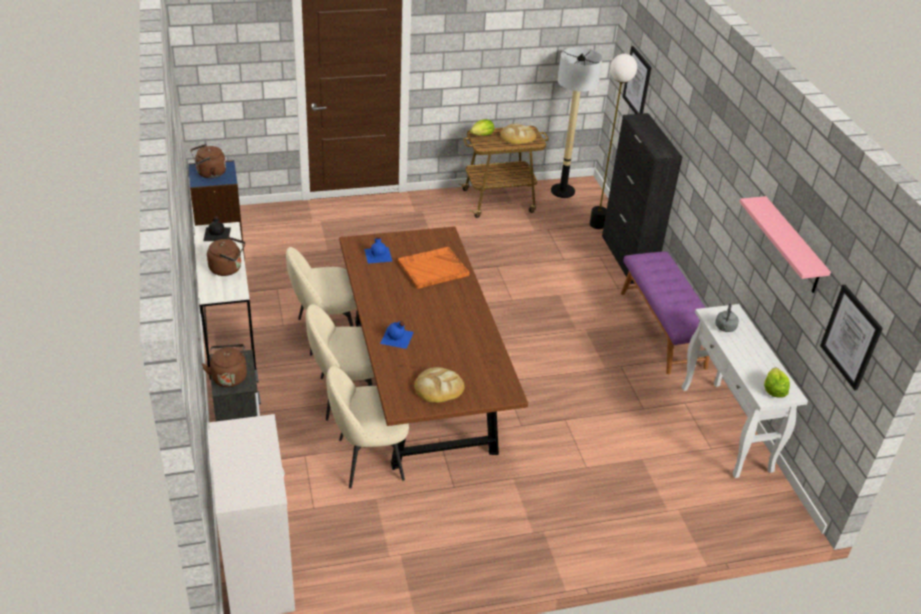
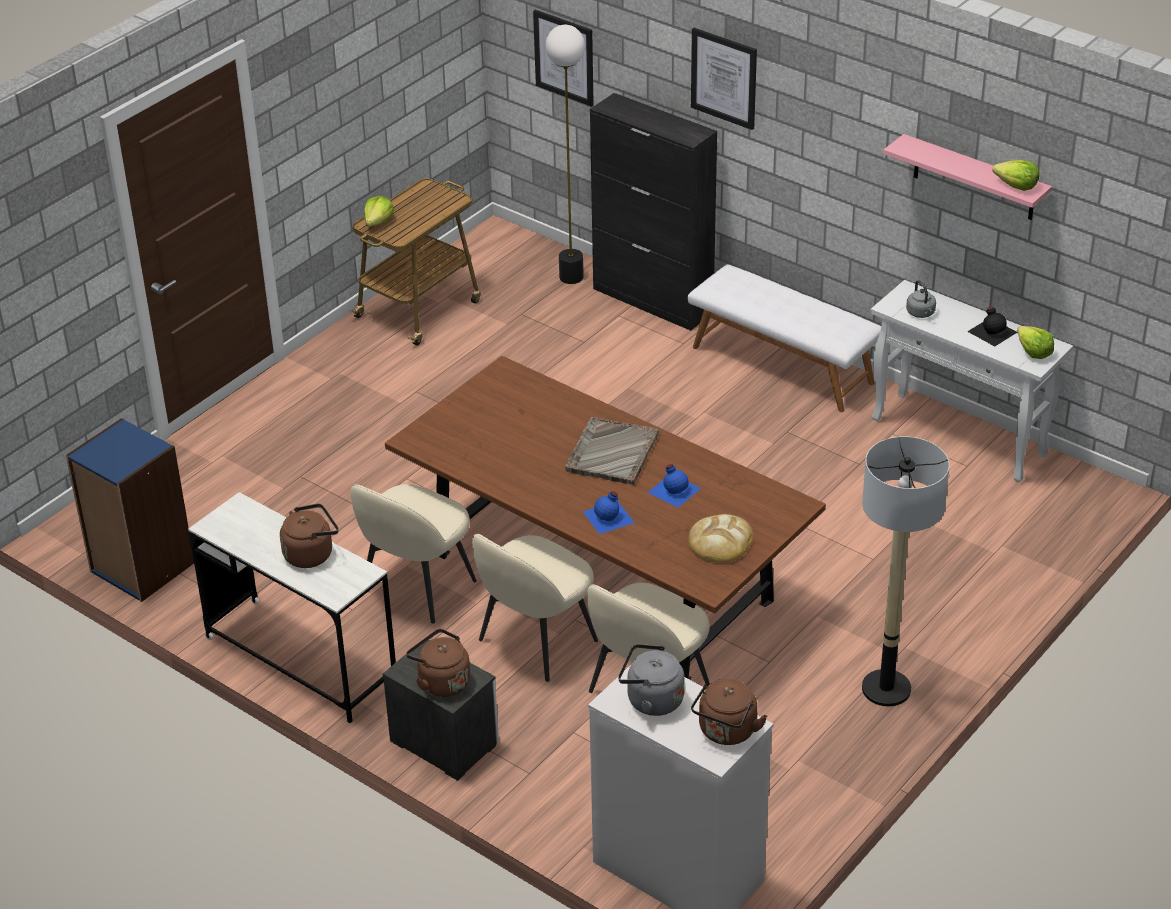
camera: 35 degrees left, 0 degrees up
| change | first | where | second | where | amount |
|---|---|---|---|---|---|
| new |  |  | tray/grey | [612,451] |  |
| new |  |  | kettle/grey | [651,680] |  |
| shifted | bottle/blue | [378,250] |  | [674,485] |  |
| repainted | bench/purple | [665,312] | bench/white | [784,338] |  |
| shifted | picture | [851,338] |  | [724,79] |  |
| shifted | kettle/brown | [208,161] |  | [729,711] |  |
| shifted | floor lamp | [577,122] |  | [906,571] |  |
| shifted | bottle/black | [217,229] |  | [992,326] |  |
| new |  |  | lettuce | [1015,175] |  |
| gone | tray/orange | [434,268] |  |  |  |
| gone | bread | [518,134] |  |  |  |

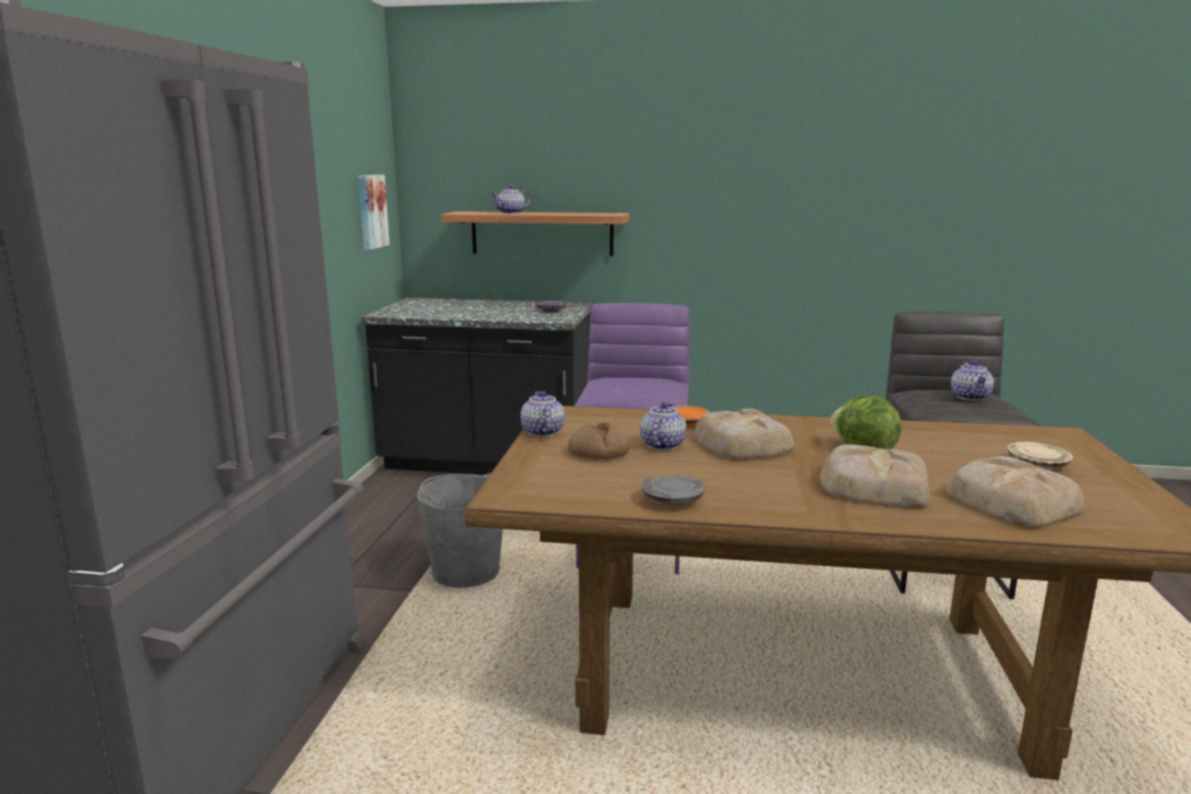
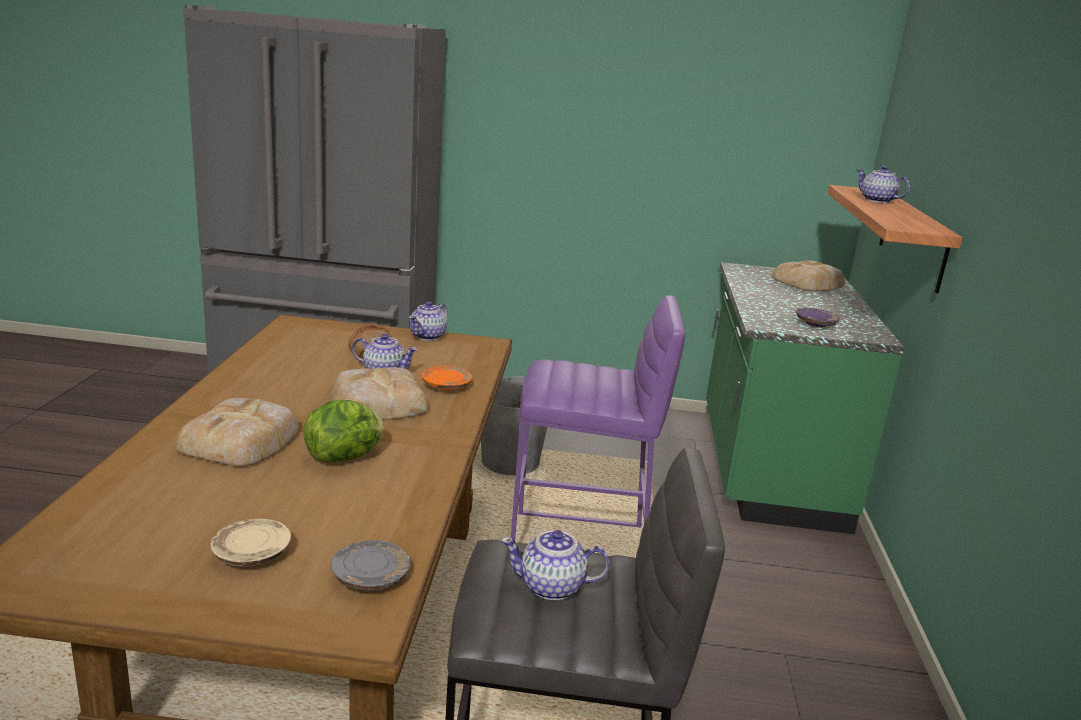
camera: 85 degrees right, 5 degrees up
| change | first | where | second | where | amount |
|---|---|---|---|---|---|
| shifted | plate/grey | [673,490] |  | [370,565] |  |
| rotated | teapot | [542,414] |  | [428,321] | 135 degrees clockwise |
| repainted | counter/black | [476,386] | counter/green | [805,398] |  |
| shifted | bread | [1015,491] |  | [808,276] |  |
| gone | picture | [374,212] |  |  |  |

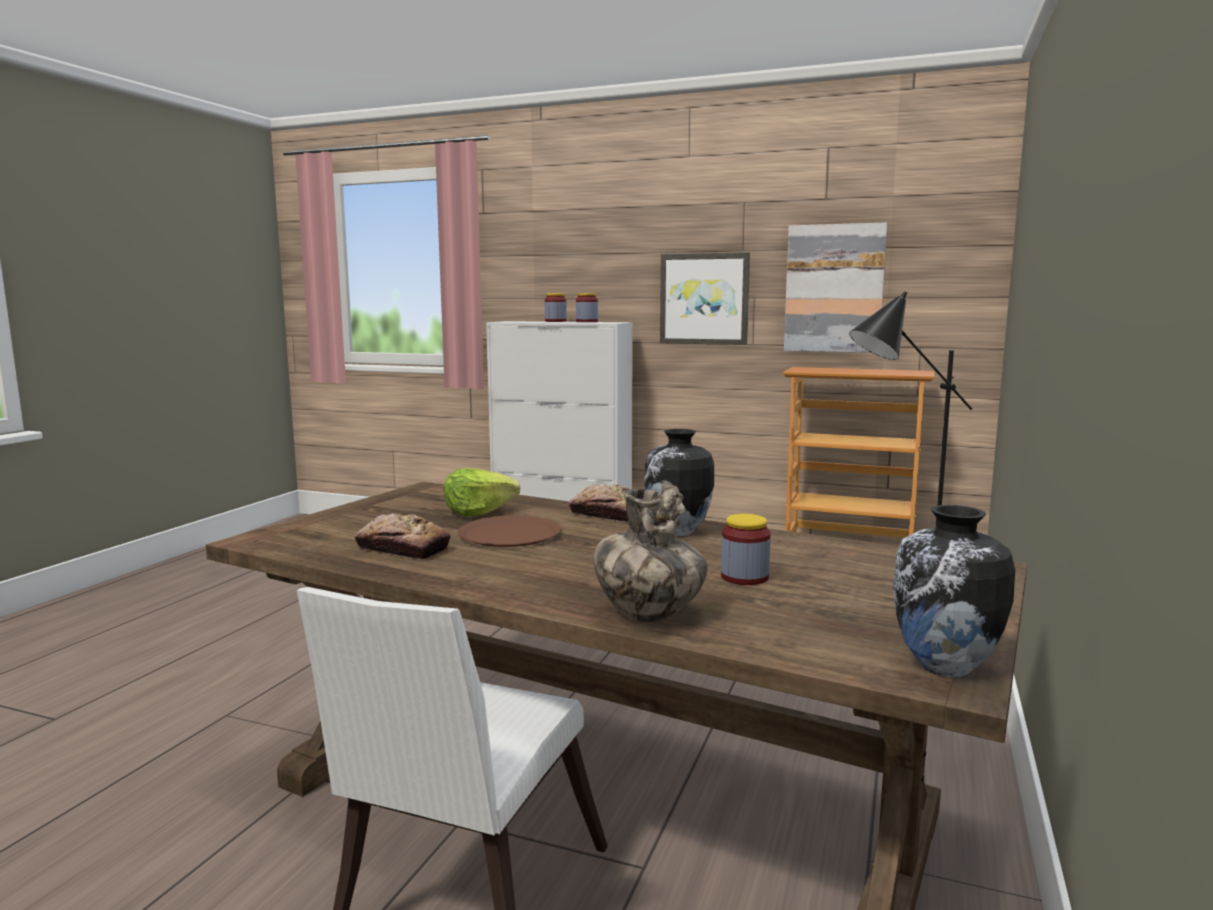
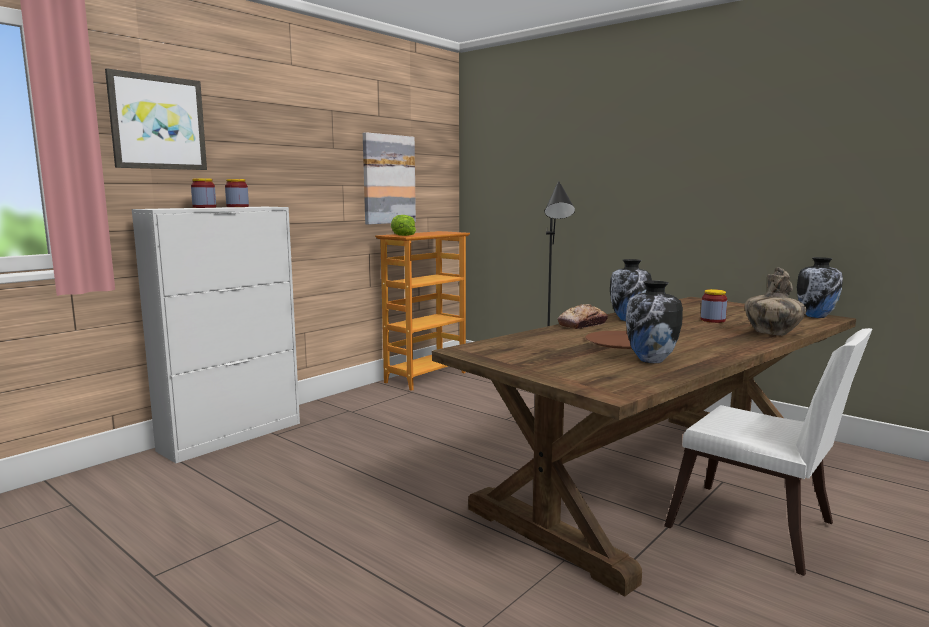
camera: 70 degrees left, 0 degrees up
| change | first | where | second | where | amount |
|---|---|---|---|---|---|
| shifted | picture | [705,298] |  | [156,119] |  |
| shifted | lettuce | [482,492] |  | [403,225] |  |
| swapped | bread | [402,536] | vase | [654,322] |  |

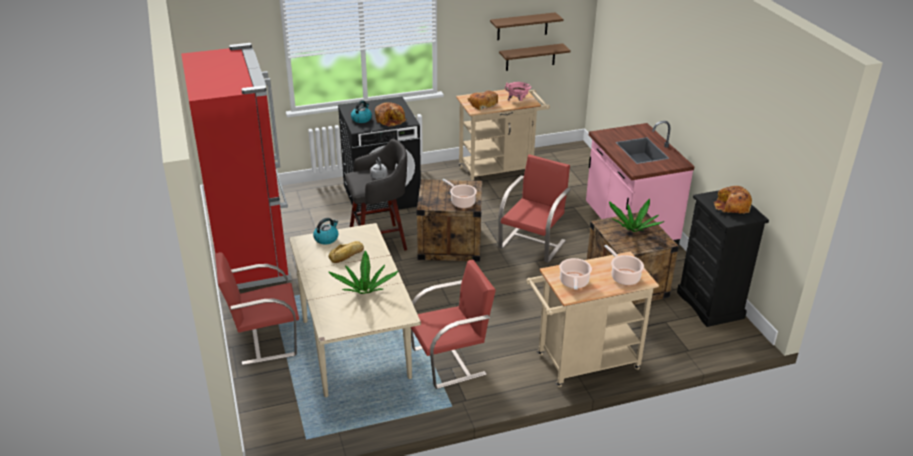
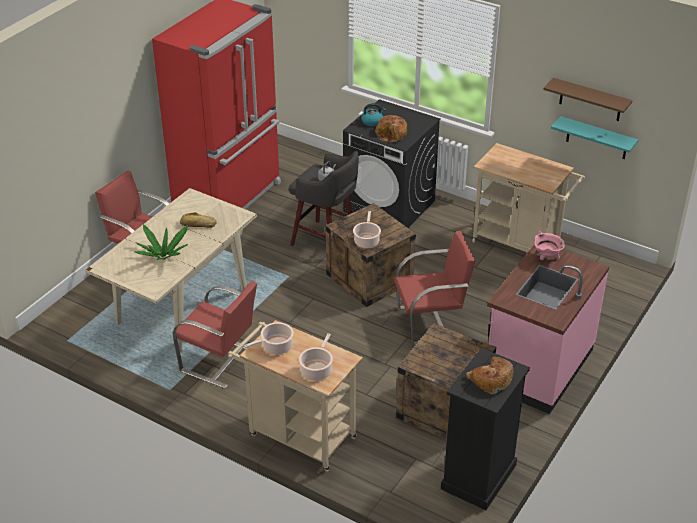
camera: 50 degrees right, 5 degrees up
| change | first | where | second | where | amount |
|---|---|---|---|---|---|
| shifted | cooking pot/pink | [518,91] |  | [549,245] |  |
| repainted | shelf/brown | [535,57] | shelf/turquoise | [594,137] |  |
| gone | kettle | [325,231] |  |  |  |
| gone | bread | [483,100] |  |  |  |
| gone | potted plant | [636,215] |  |  |  |

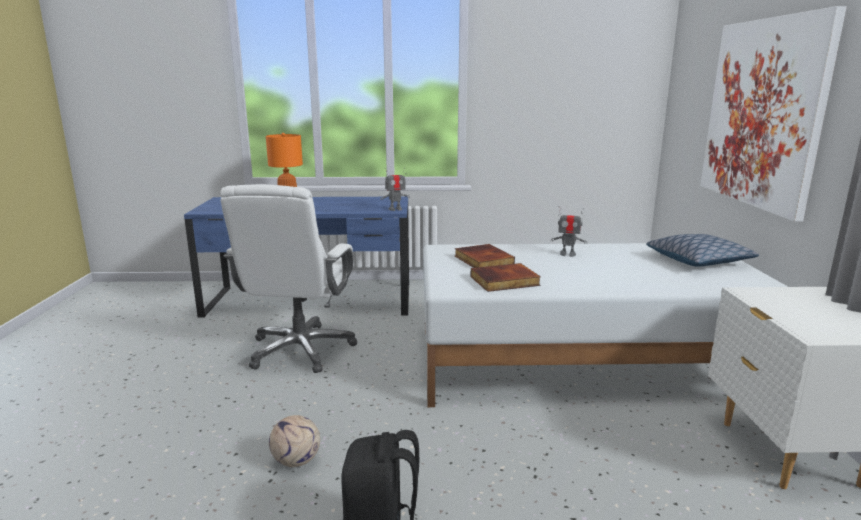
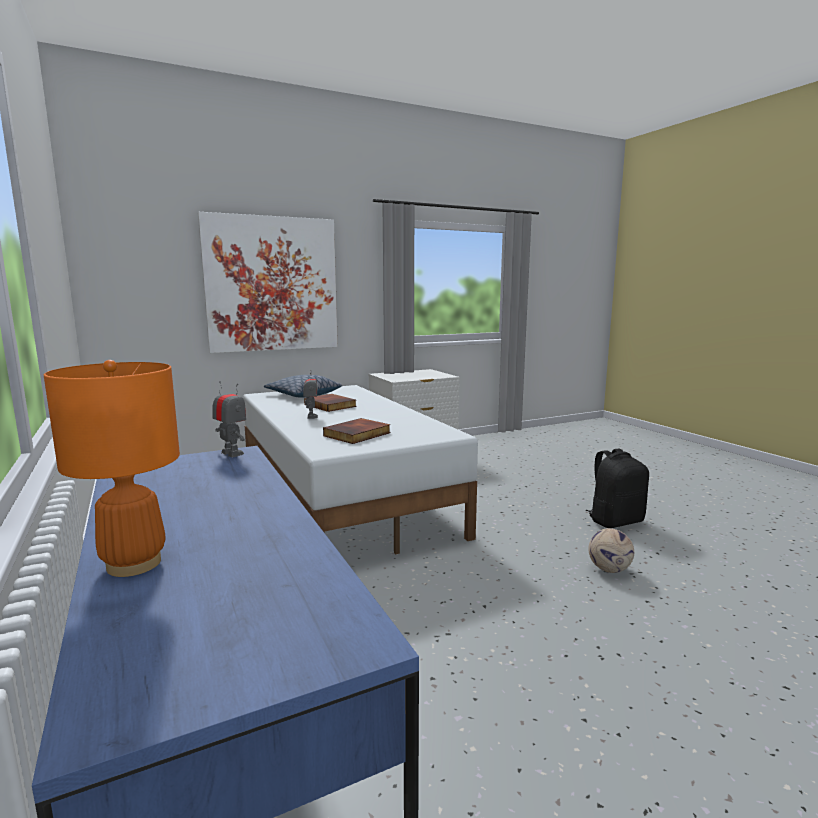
camera: 115 degrees left, 5 degrees down
| change | first | where | second | where | amount |
|---|---|---|---|---|---|
| shifted | book | [505,277] |  | [330,403] |  |
| gone | office chair/white | [288,278] |  |  |  |

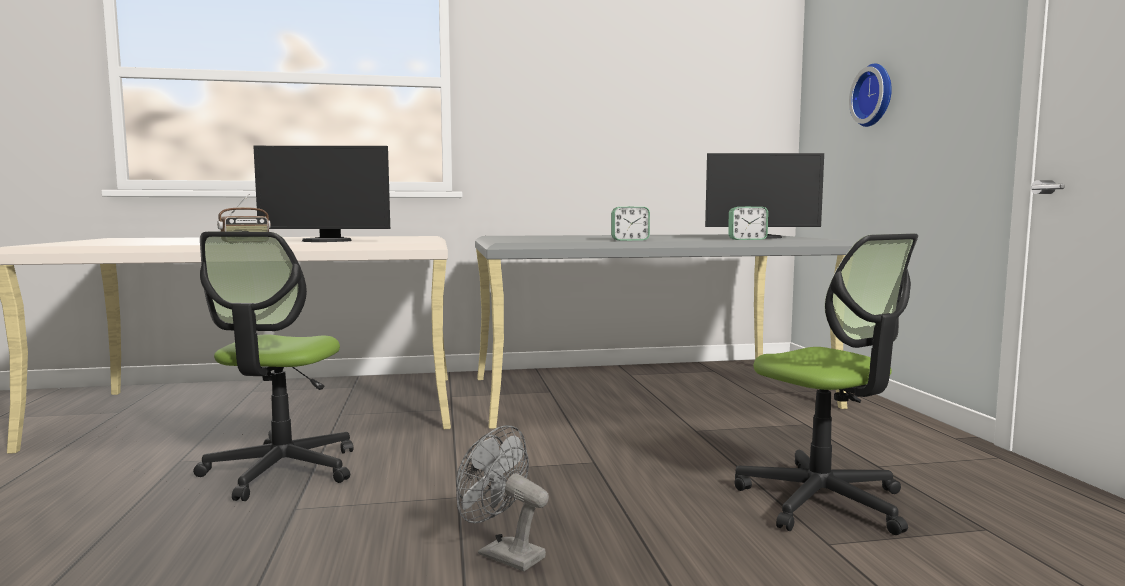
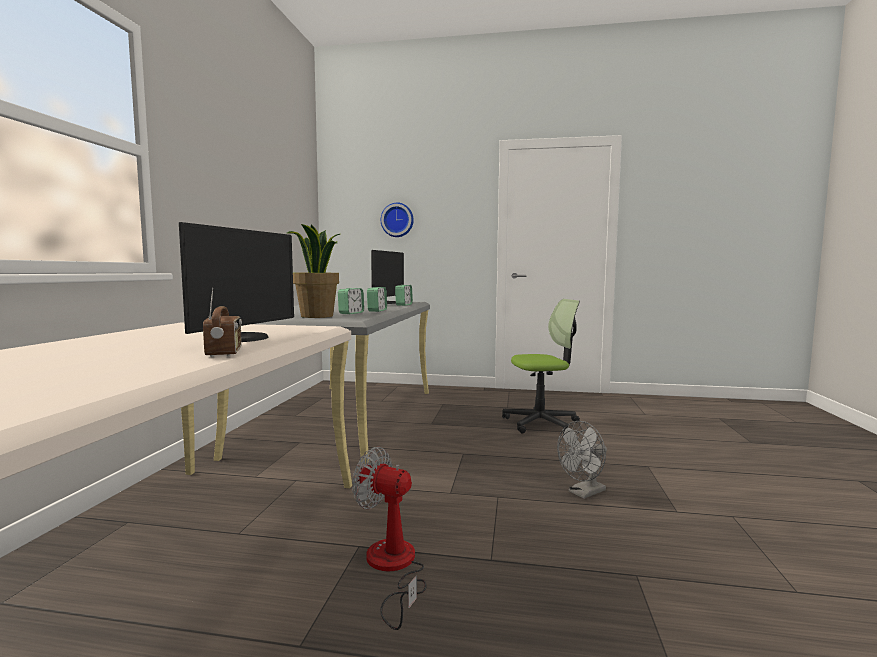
camera: 70 degrees left, 0 degrees up
| change | first | where | second | where | amount |
|---|---|---|---|---|---|
| new |  |  | potted plant | [313,271] |  |
| new |  |  | alarm clock | [351,301] |  |
| swapped | office chair | [273,366] | fan | [389,538] |  |

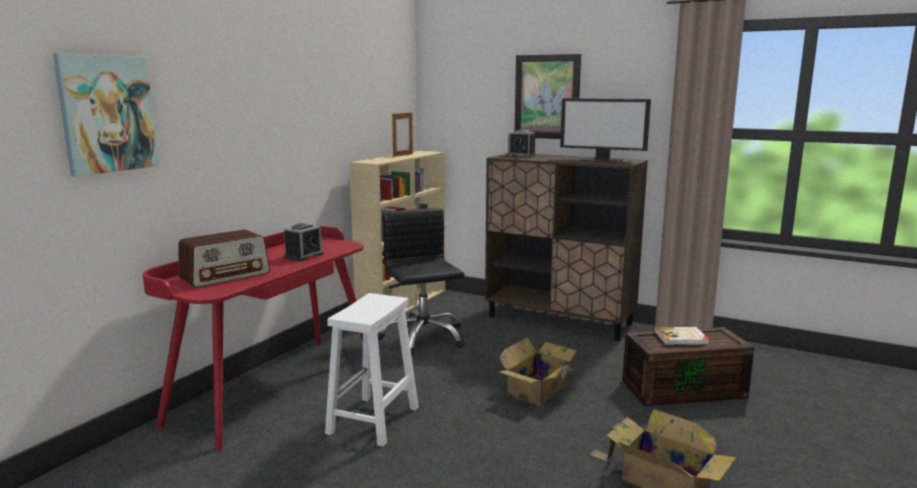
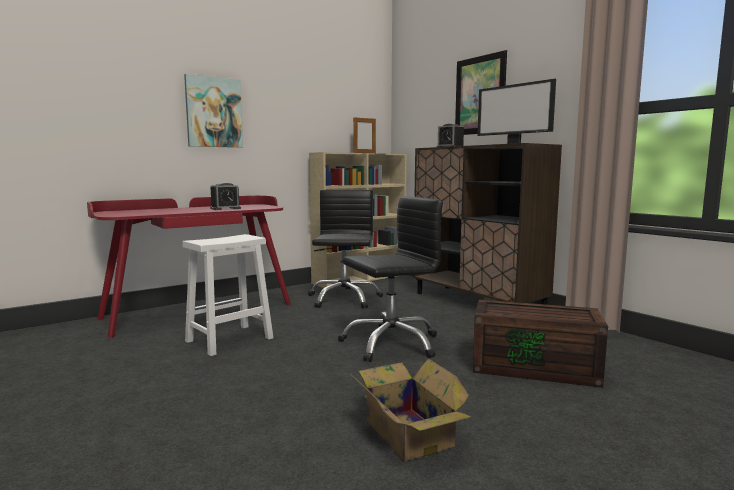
camera: 25 degrees right, 5 degrees down
| change | first | where | second | where | amount |
|---|---|---|---|---|---|
| shifted | picture | [106,114] |  | [213,111] |  |
| swapped | cardboard box | [540,371] | office chair/black | [390,279] |  |
| gone | radio | [224,258] |  |  |  |
| gone | book | [681,336] |  |  |  |

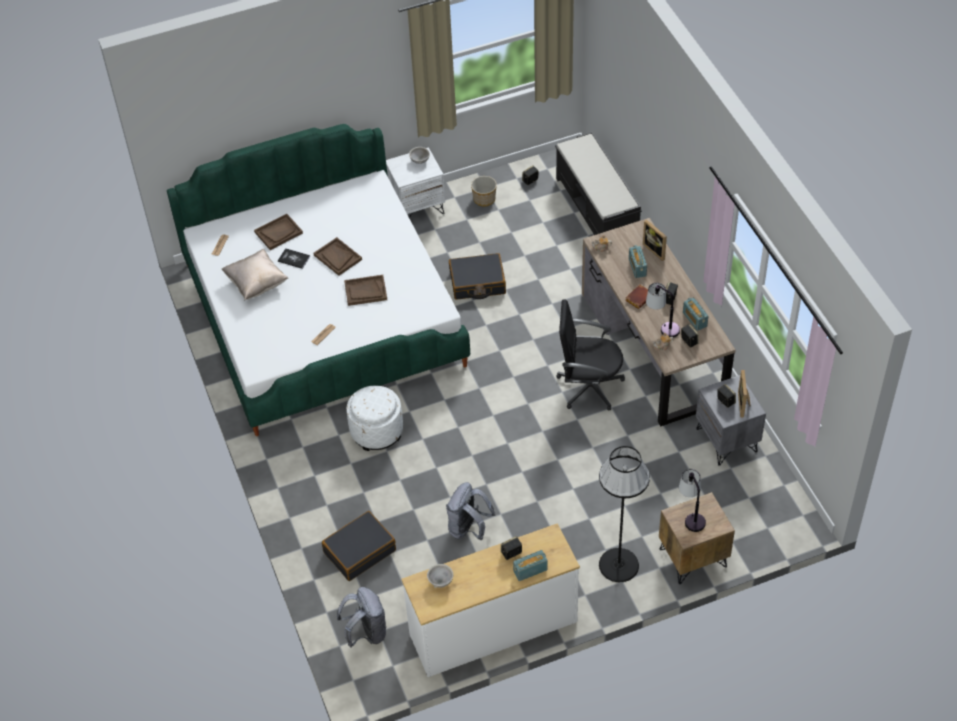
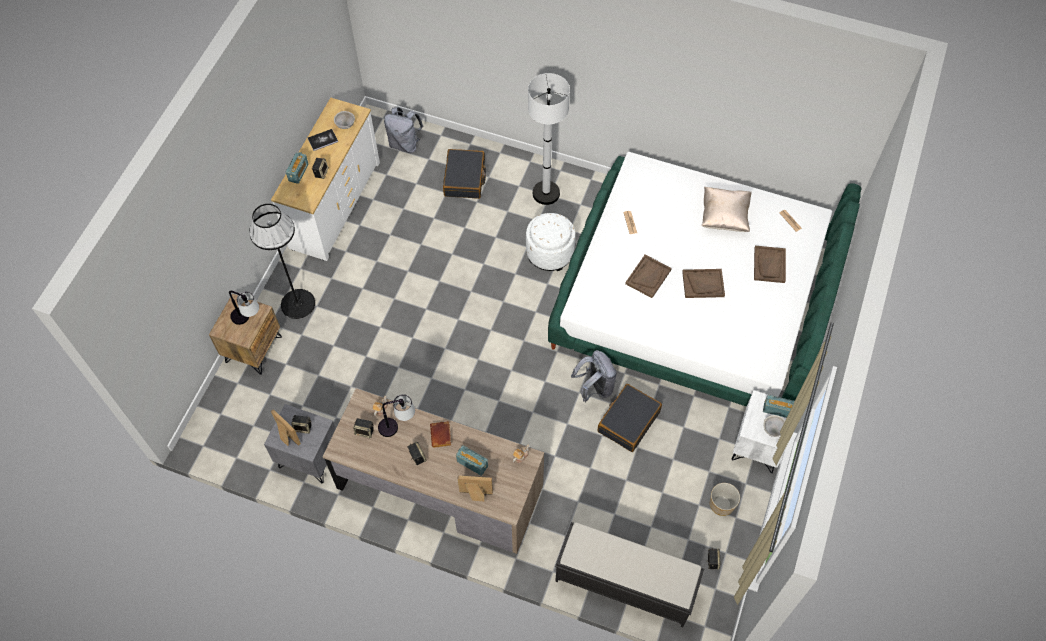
camera: 130 degrees right, 10 degrees up
| change | first | where | second | where | amount |
|---|---|---|---|---|---|
| shifted | book | [294,258] |  | [323,140] |  |
| new |  |  | floor lamp/white | [549,139] |  |
| shifted | backpack/grey | [471,511] |  | [594,376] |  |
| shifted | radio | [695,314] |  | [779,406] |  |
| gone | office chair/black | [590,355] |  |  |  |

